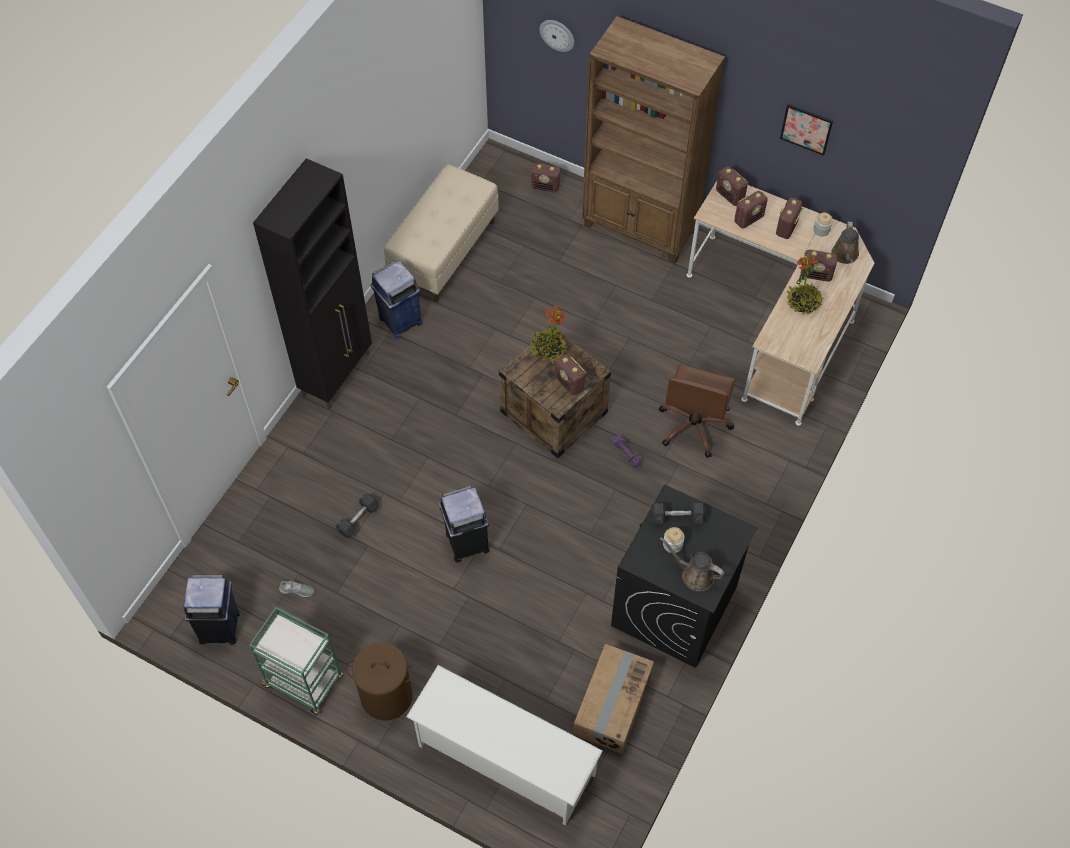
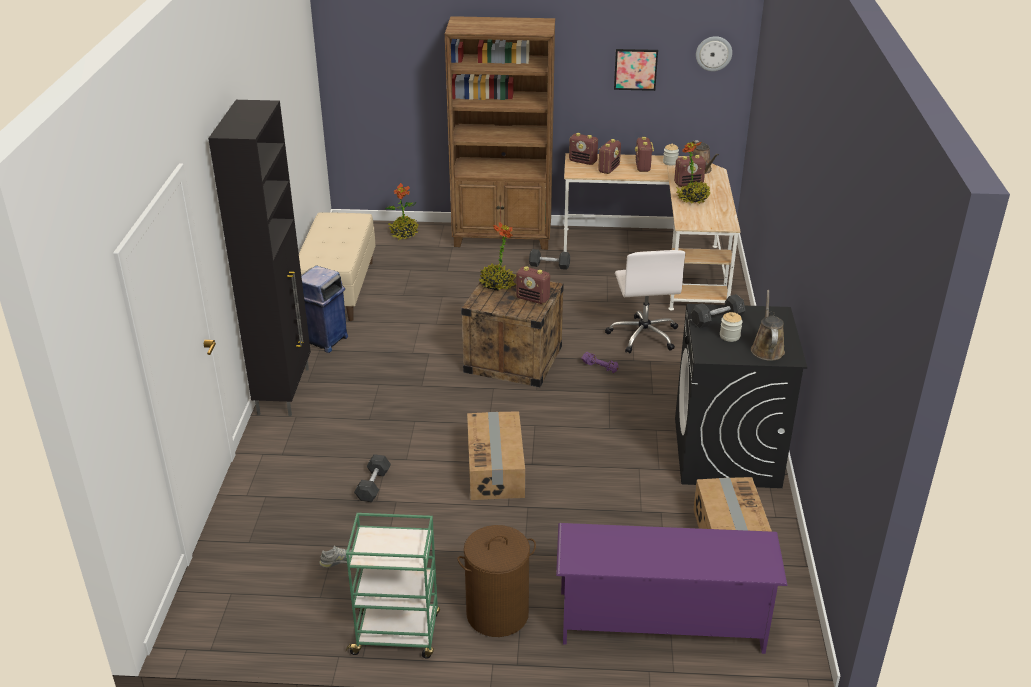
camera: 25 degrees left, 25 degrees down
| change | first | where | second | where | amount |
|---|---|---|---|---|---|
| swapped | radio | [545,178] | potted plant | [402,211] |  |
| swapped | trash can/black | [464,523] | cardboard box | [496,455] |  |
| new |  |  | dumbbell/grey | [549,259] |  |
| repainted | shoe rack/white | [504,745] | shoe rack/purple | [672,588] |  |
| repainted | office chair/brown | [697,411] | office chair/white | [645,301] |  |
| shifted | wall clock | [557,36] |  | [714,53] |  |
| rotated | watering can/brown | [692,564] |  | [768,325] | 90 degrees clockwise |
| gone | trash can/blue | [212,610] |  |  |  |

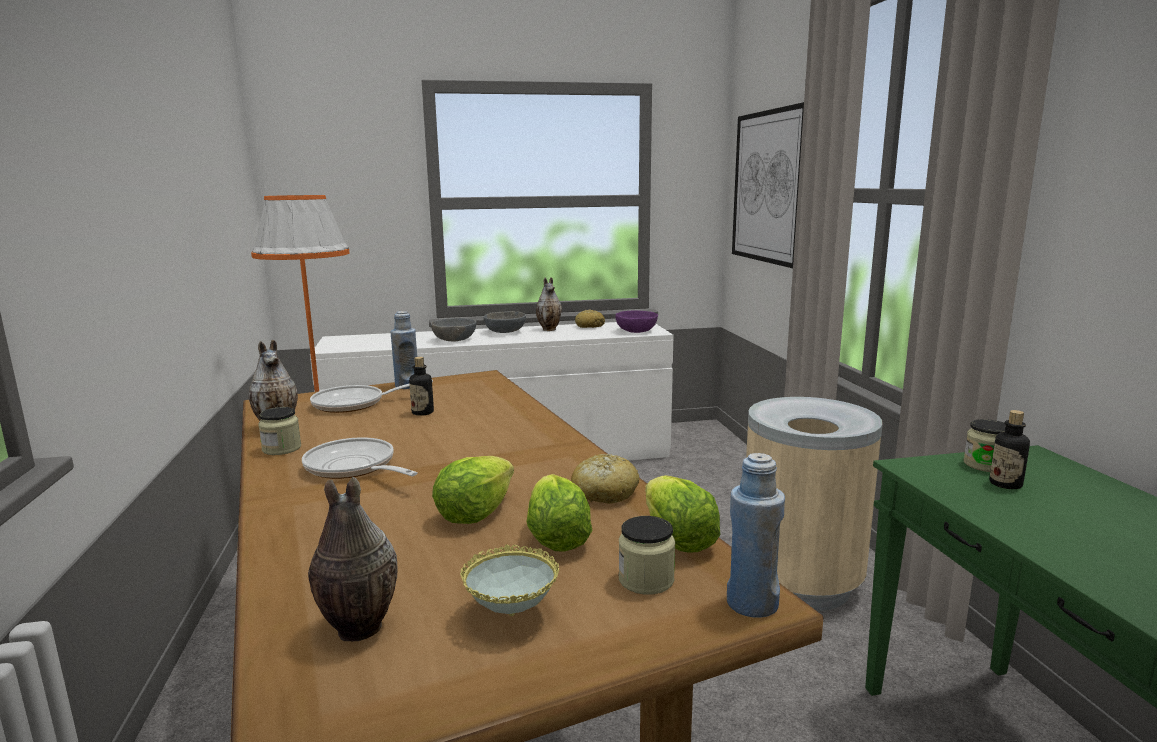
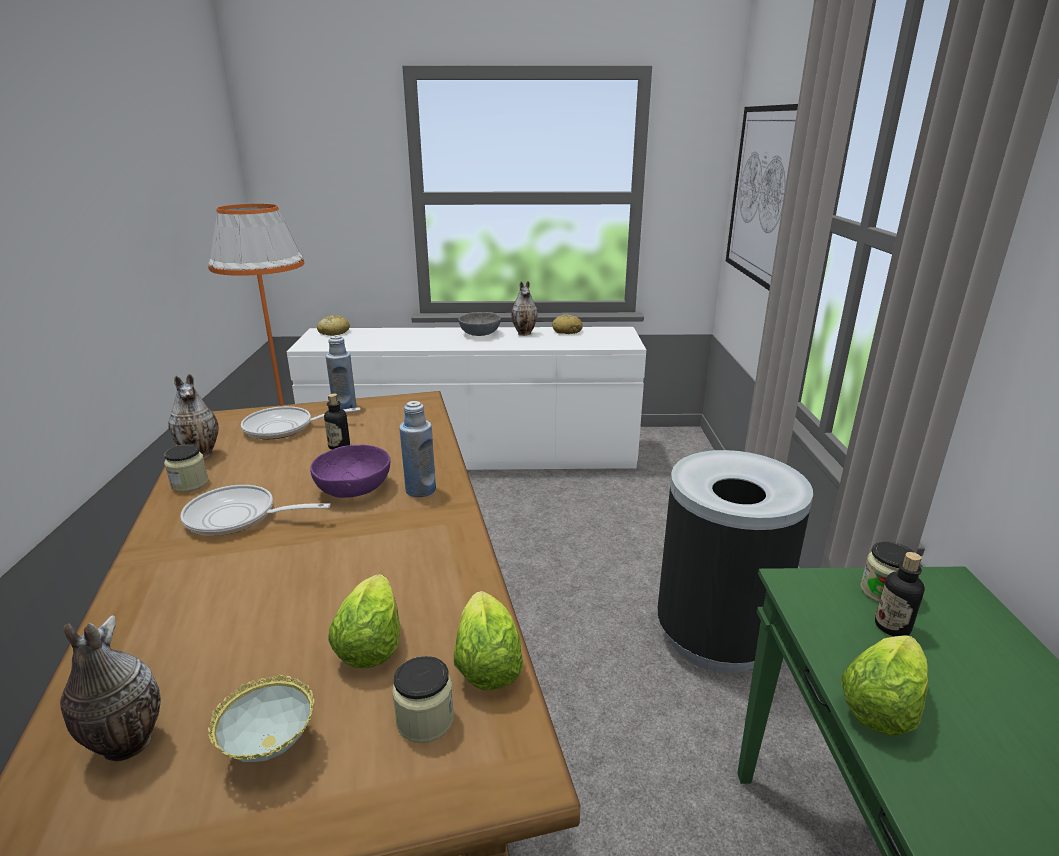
camera: 10 degrees right, 10 degrees up
| change | first | where | second | where | amount |
|---|---|---|---|---|---|
| rotated | frying pan | [360,458] |  | [255,510] | 45 degrees counterclockwise |
| shifted | bowl/purple | [636,321] |  | [350,471] |  |
| shifted | bread | [605,479] |  | [333,325] |  |
| shifted | bottle/blue | [756,535] |  | [417,449] |  |
| repainted | trash can/beige | [814,504] | trash can/black | [735,561] |  |
| shifted | lettuce | [473,490] |  | [884,685] |  |
| gone | bowl/grey | [454,329] |  |  |  |

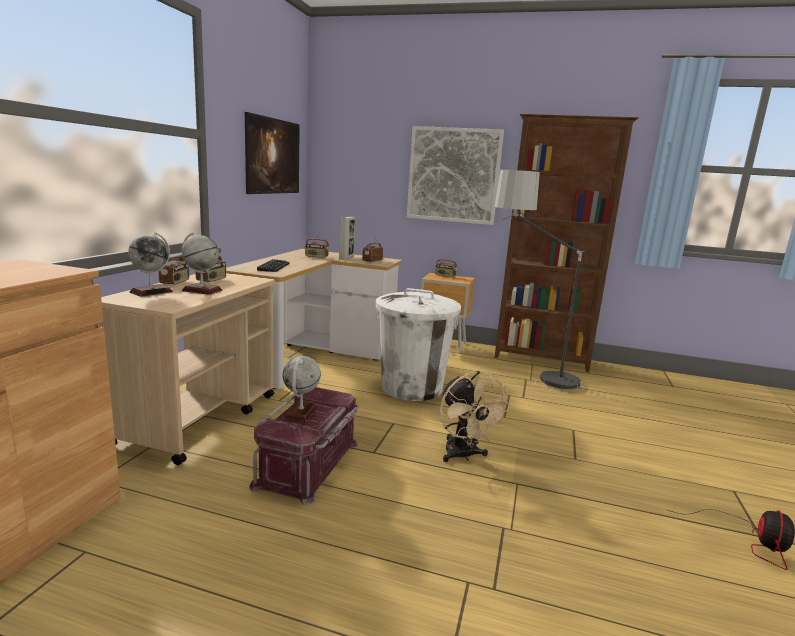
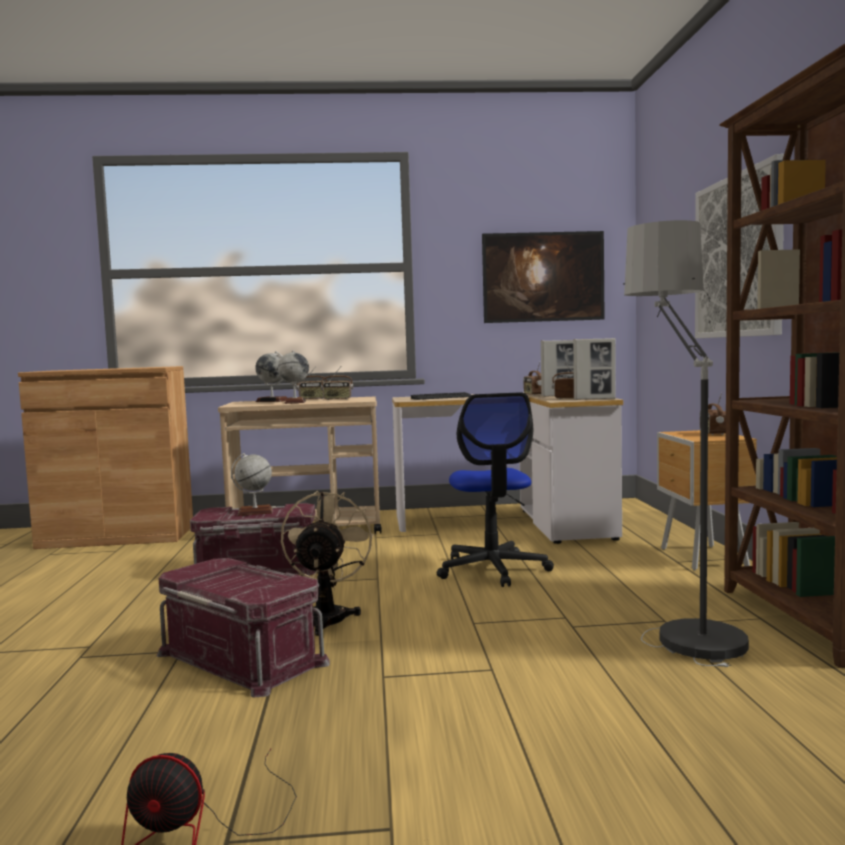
camera: 70 degrees right, 10 degrees down
| change | first | where | second | where | amount |
|---|---|---|---|---|---|
| new |  |  | storage box/red | [243,627] |  |
| rotated | fan/beige | [476,416] |  | [327,563] | 135 degrees clockwise |
| swapped | trash can/white | [418,344] | office chair | [495,489] |  |
| new |  |  | picture frame | [594,369] |  |

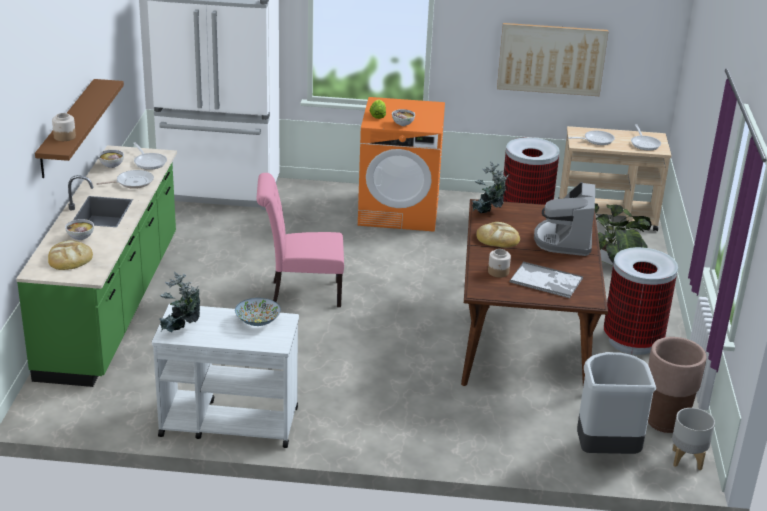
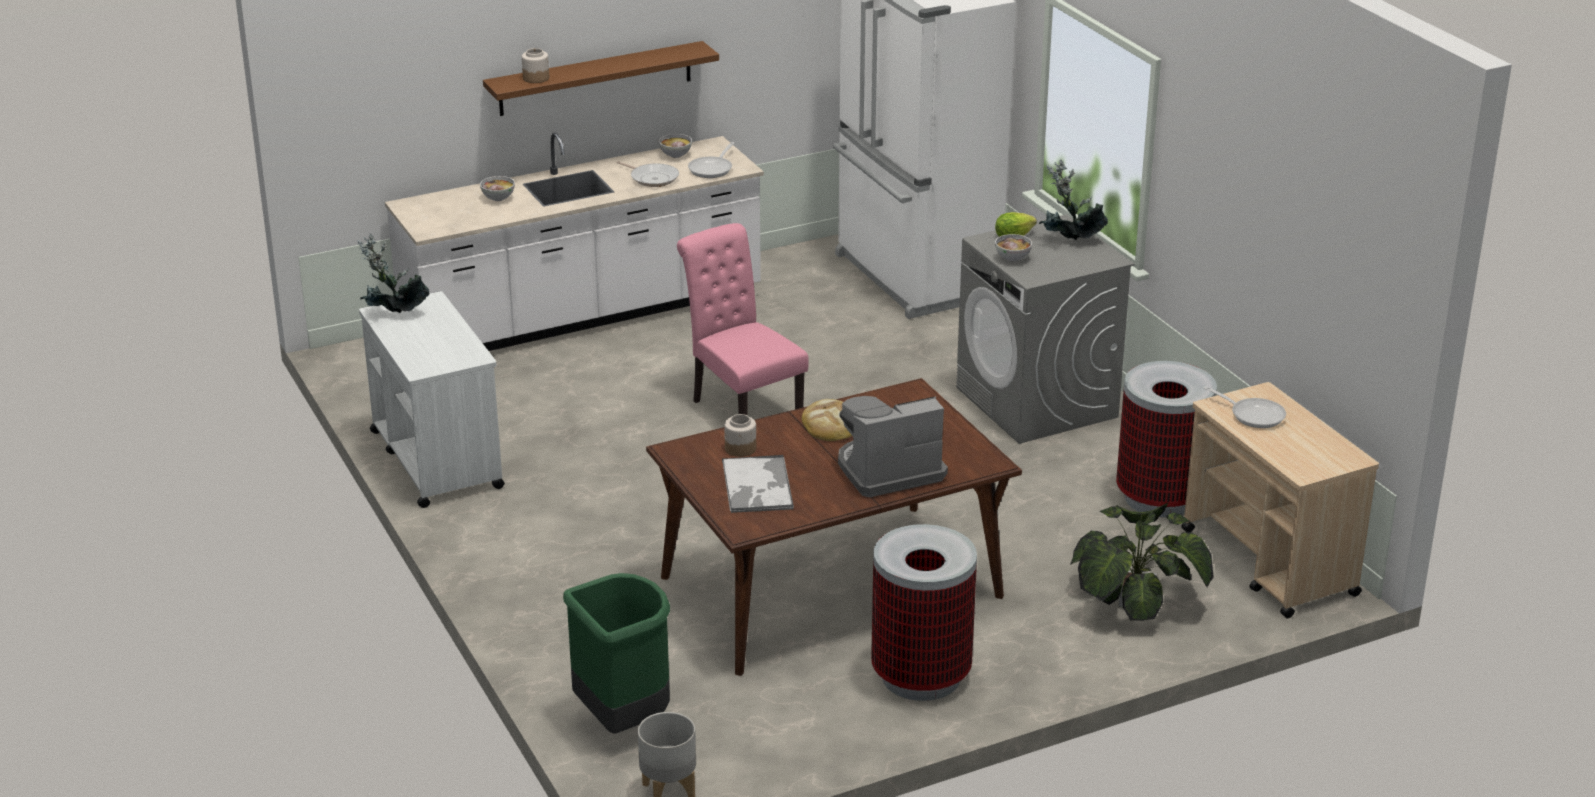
camera: 60 degrees right, 0 degrees up
| change | first | where | second | where | amount |
|---|---|---|---|---|---|
| repainted | counter/green | [96,266] | counter/white | [574,242] |  |
| repainted | trash can/grey | [616,403] | trash can/green | [616,653] |  |
| repainted | washing machine/orange | [401,164] | washing machine/grey | [1045,329] |  |
| shifted | potted plant | [490,187] |  | [1073,200] |  |
| gone | bread | [70,255] |  |  |  |
| gone | bowl | [258,312] |  |  |  |
| gone | picture | [552,59] |  |  |  |
| gone | frying pan | [646,137] |  |  |  |
| gone | planter/brown | [677,385] |  |  |  |

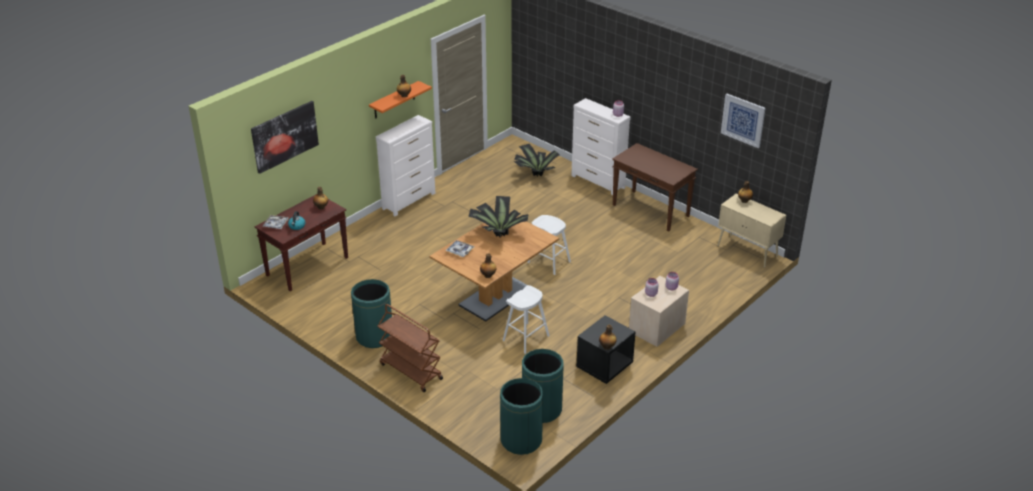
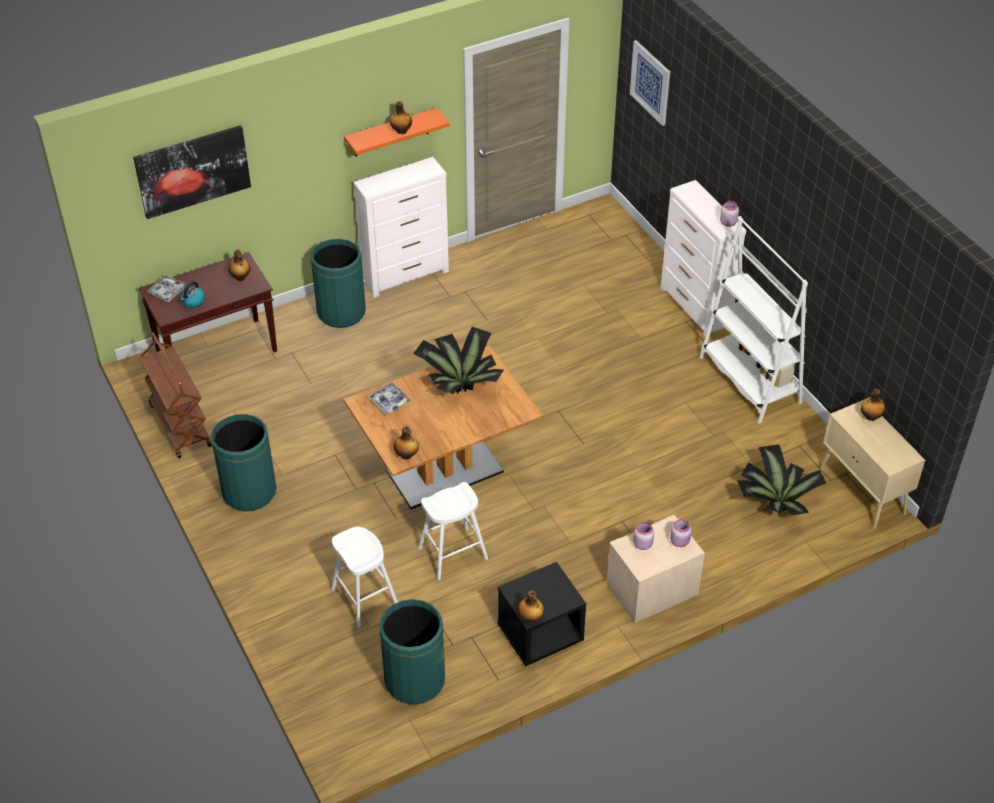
camera: 20 degrees right, 10 degrees up
| change | first | where | second | where | amount |
|---|---|---|---|---|---|
| shifted | cart/brown | [410,348] |  | [175,395] |  |
| shifted | trash can/green | [521,416] |  | [338,283] |  |
| shifted | stool/white | [549,245] |  | [364,577] |  |
| shifted | picture | [743,121] |  | [650,83] |  |
| swapped | console table/brown | [655,187] | bookcase/white | [754,319] |  |
| shifted | potted plant | [537,160] |  | [781,480] |  |

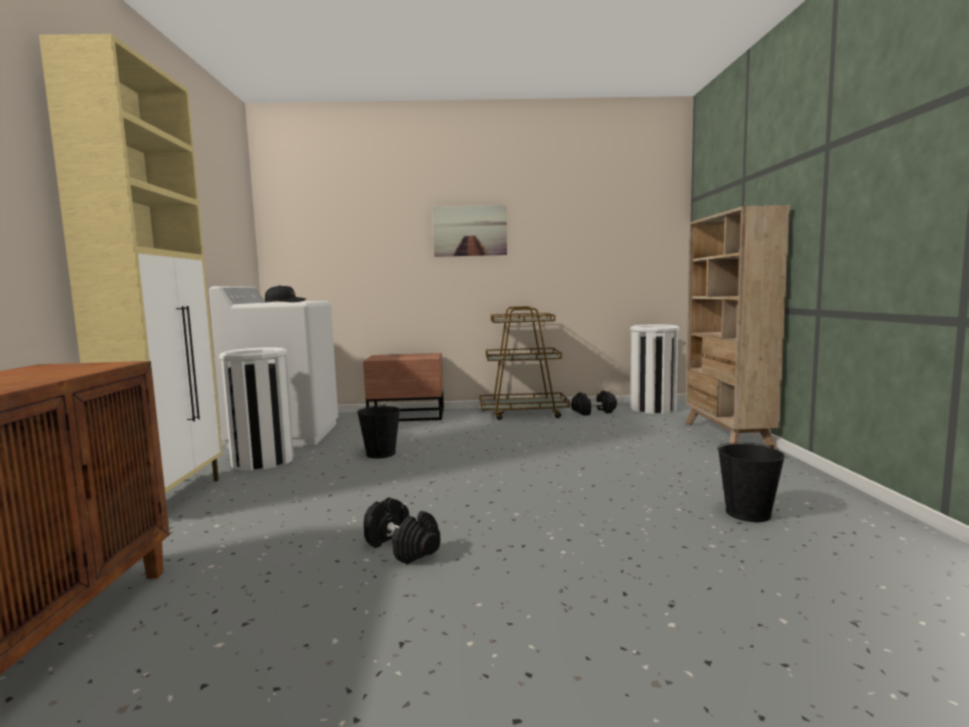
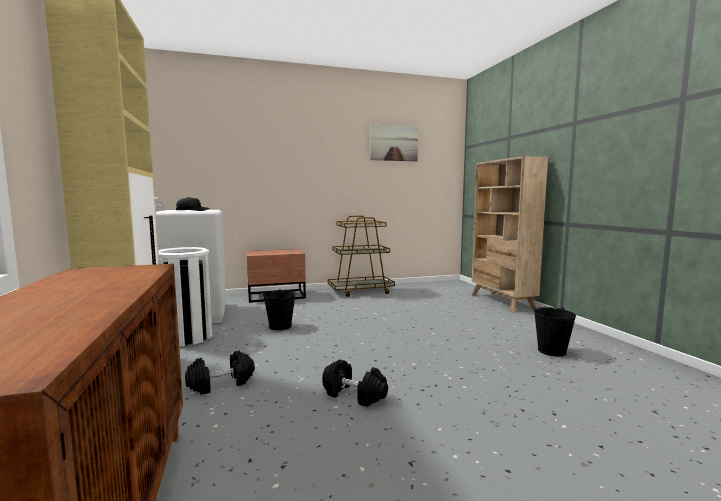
camera: 15 degrees left, 0 degrees up
| change | first | where | second | where | amount |
|---|---|---|---|---|---|
| shifted | dumbbell/black | [594,403] |  | [220,373] |  |
| shifted | picture | [469,231] |  | [394,143] |  |
| gone | trash can/white | [654,369] |  |  |  |

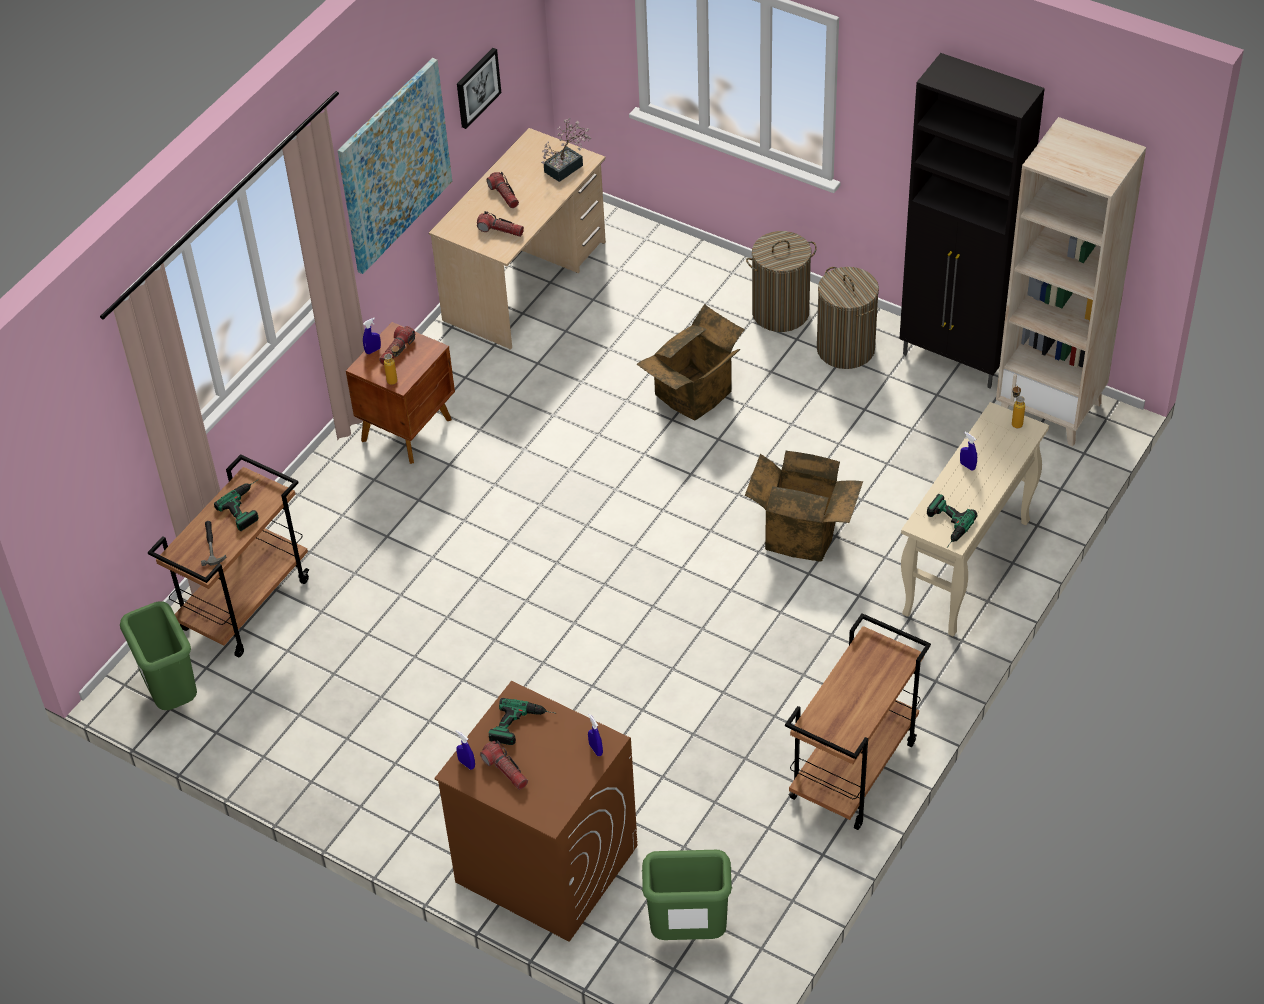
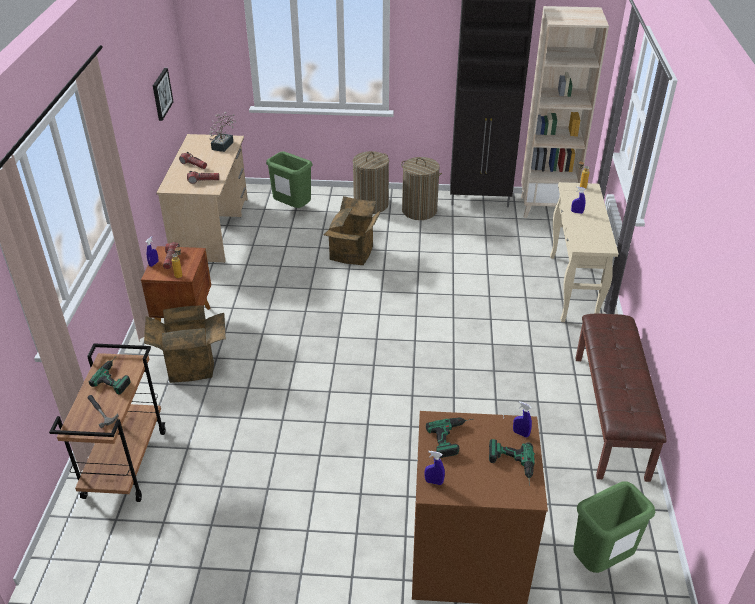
camera: 30 degrees left, 10 degrees down
| change | first | where | second | where | amount |
|---|---|---|---|---|---|
| shifted | cardboard box | [804,506] |  | [185,344] |  |
| shifted | trash can/green | [158,655] |  | [289,179] |  |
| shifted | power drill | [952,520] |  | [512,462] |  |
| swapped | cart/brown | [858,721] | bench/brown | [621,398] |  |
| gone | picture | [395,166] |  |  |  |
| gone | flashlight | [504,765] |  |  |  |

